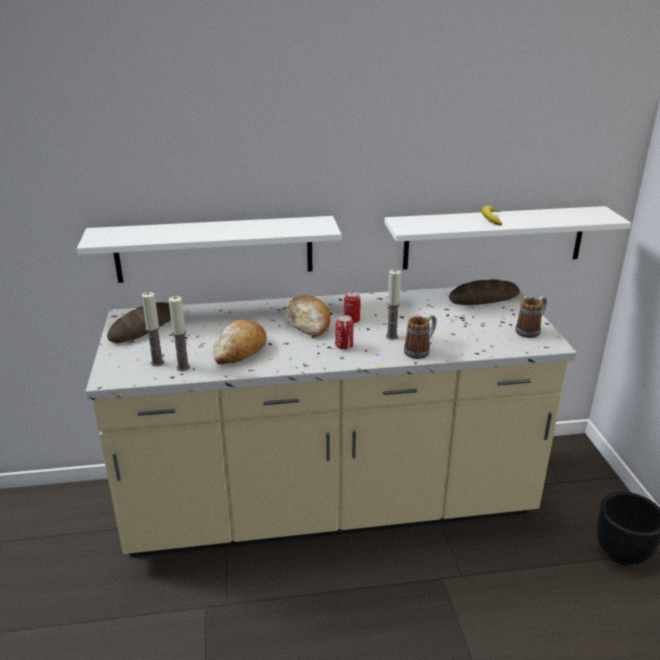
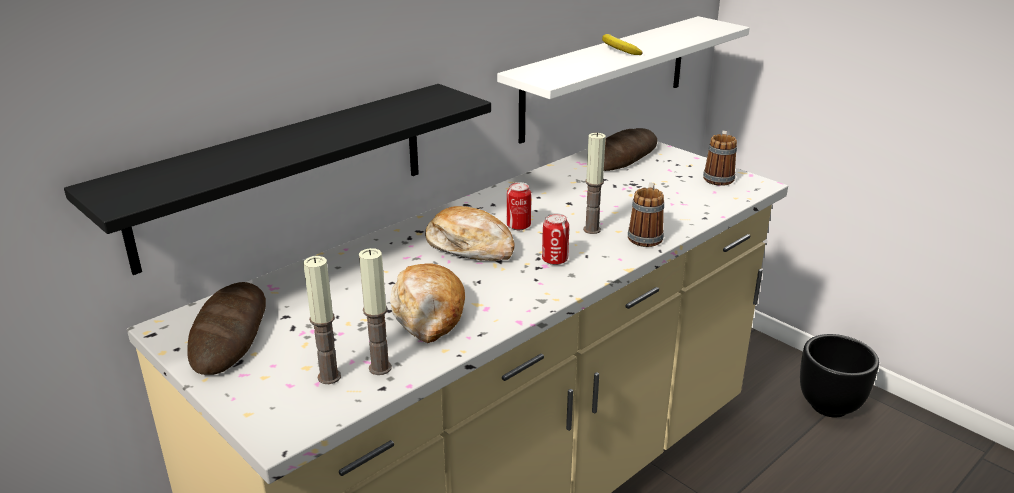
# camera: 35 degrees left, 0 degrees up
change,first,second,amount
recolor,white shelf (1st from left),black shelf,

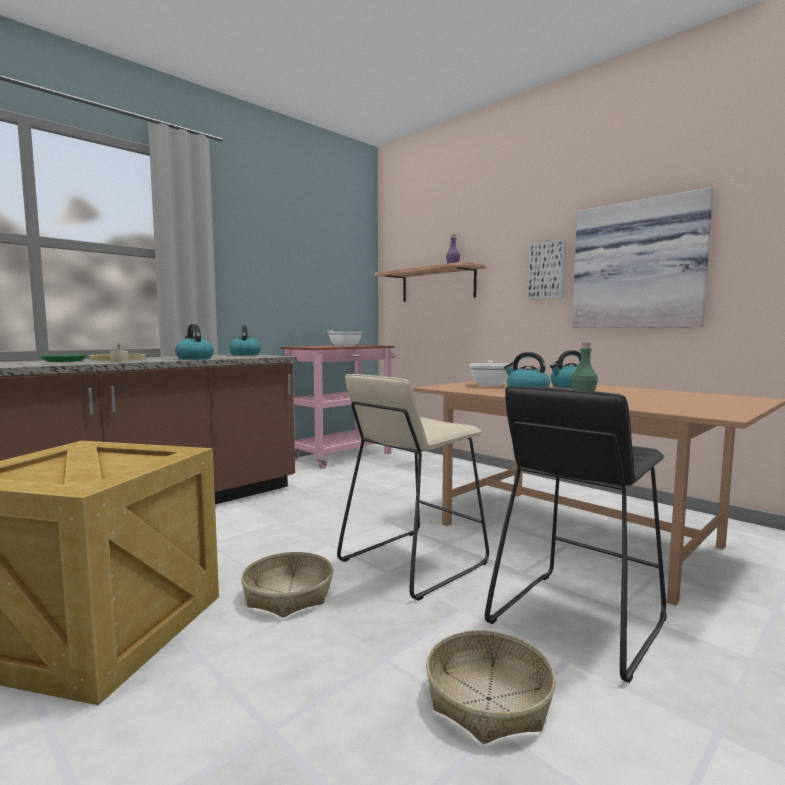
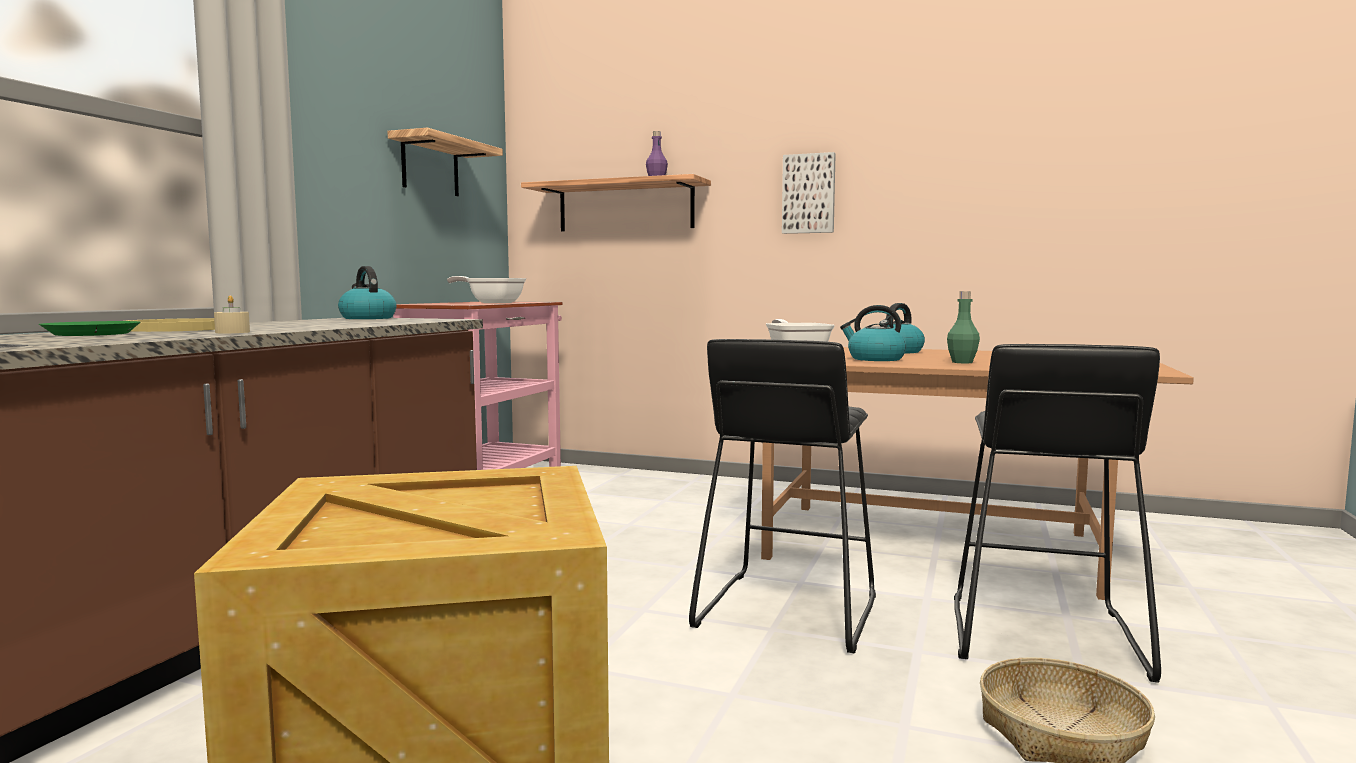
# camera: 25 degrees left, 0 degrees up
change,first,second,amount
insert,,shelf (1st from left),
recolor,beige stool,black stool (1st from left),
delete,kettle (1st from left),,
delete,basket (1st from left),,
delete,picture (2nd from left),,

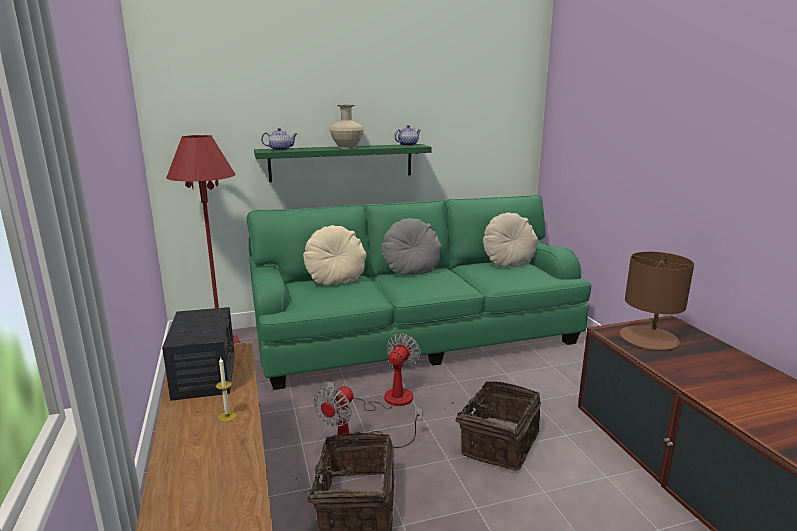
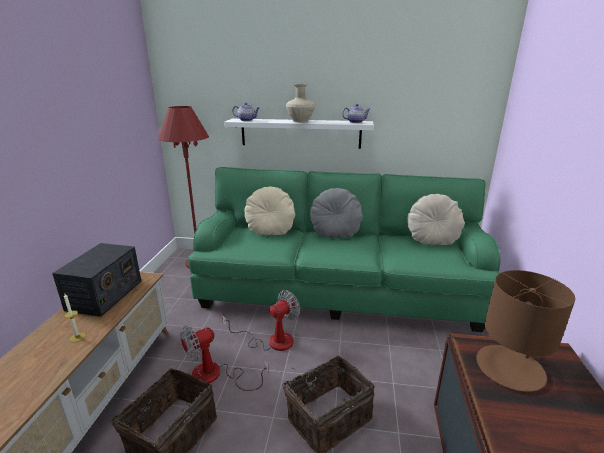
# camera: 25 degrees right, 5 degrees up
change,first,second,amount
recolor,green shelf,white shelf,

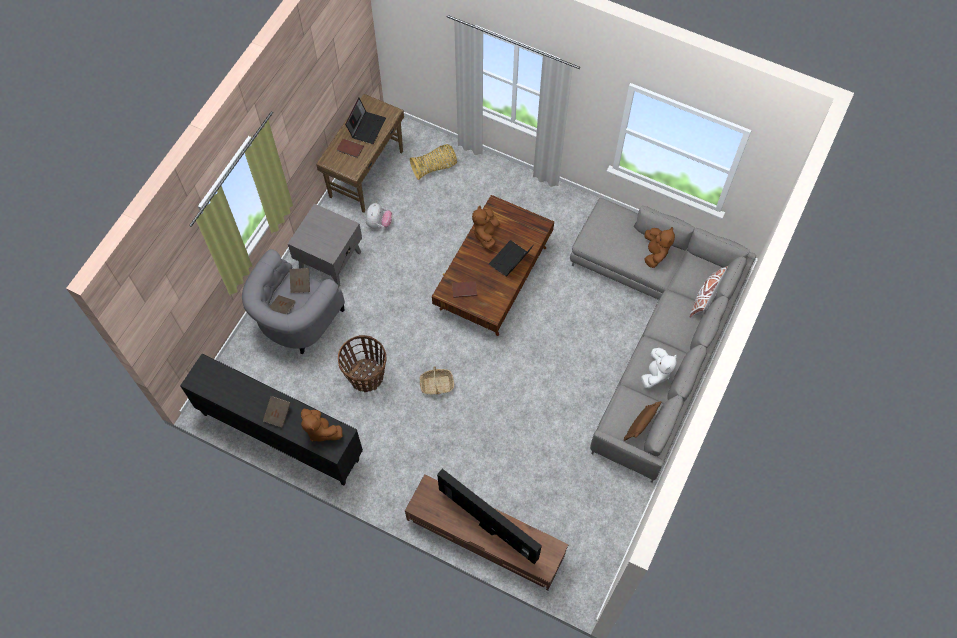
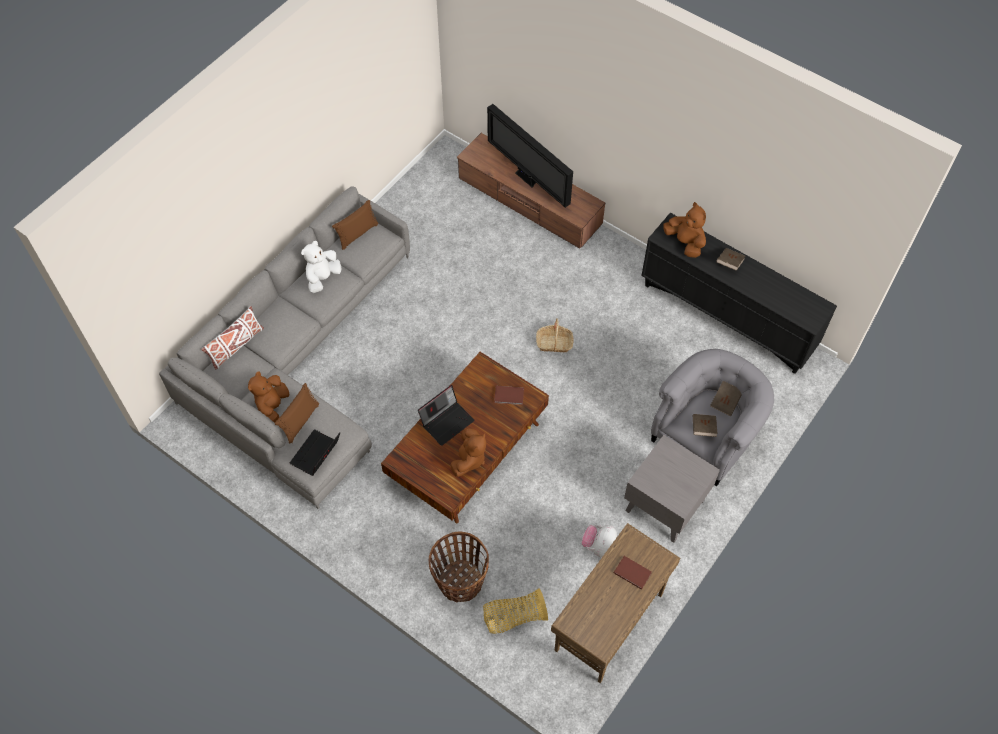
# camera: 170 degrees left, 5 degrees down
change,first,second,amount
insert,,brown pillow (1st from left),
move,laptop (1st from left),,
move,basket (1st from left),,

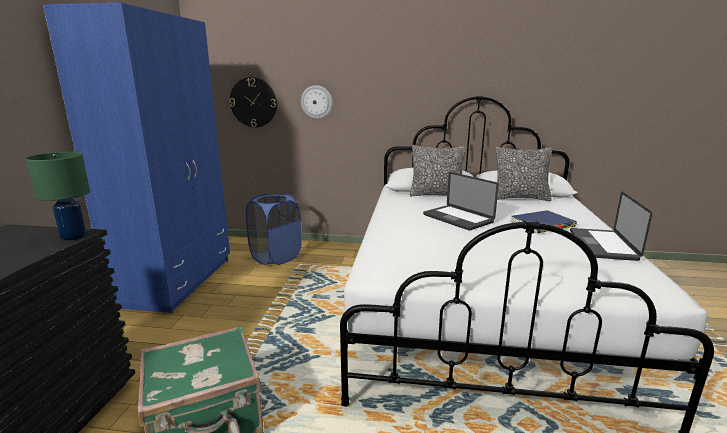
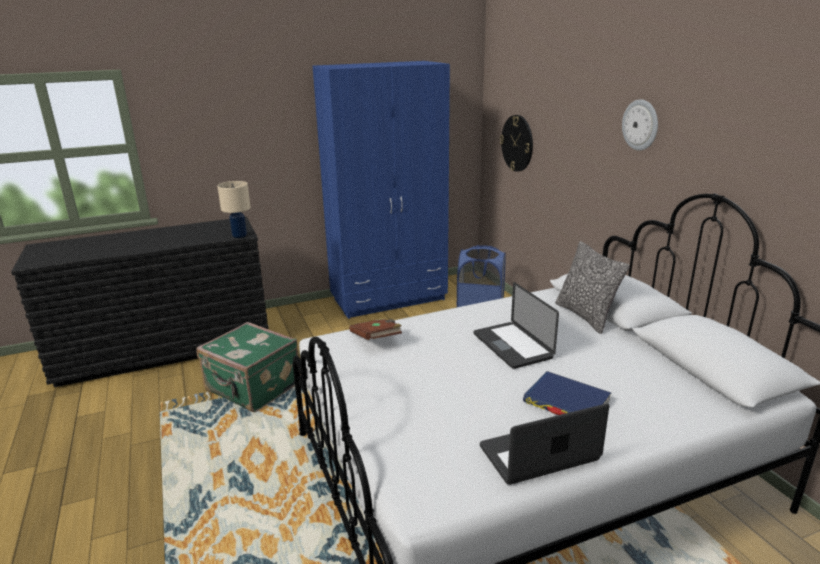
# camera: 60 degrees right, 5 degrees up
change,first,second,amount
recolor,green table lamp,beige table lamp,
insert,,brown book,
rotate,laptop (1st from left),,45 degrees counterclockwise
move,wall clock (2nd from left),,
delete,pillow (2nd from left),,

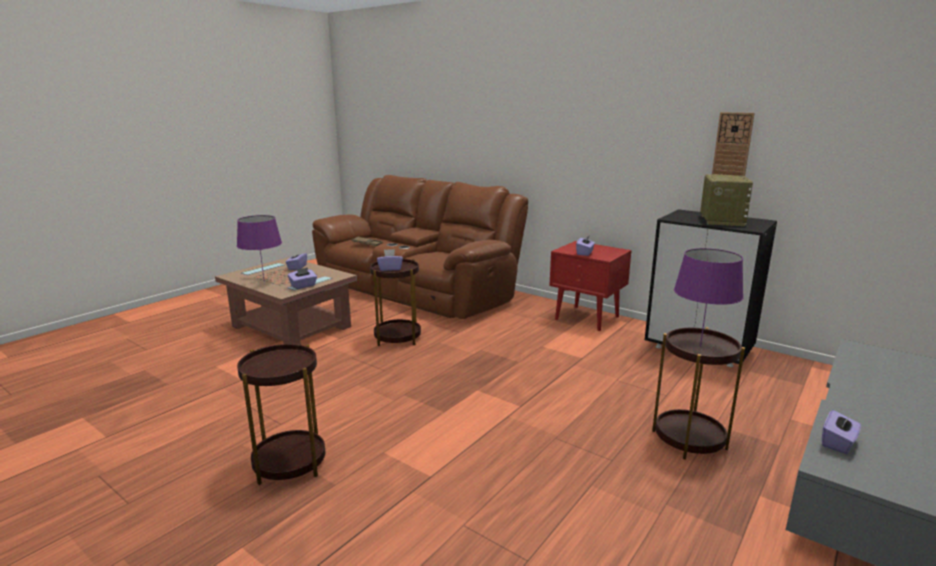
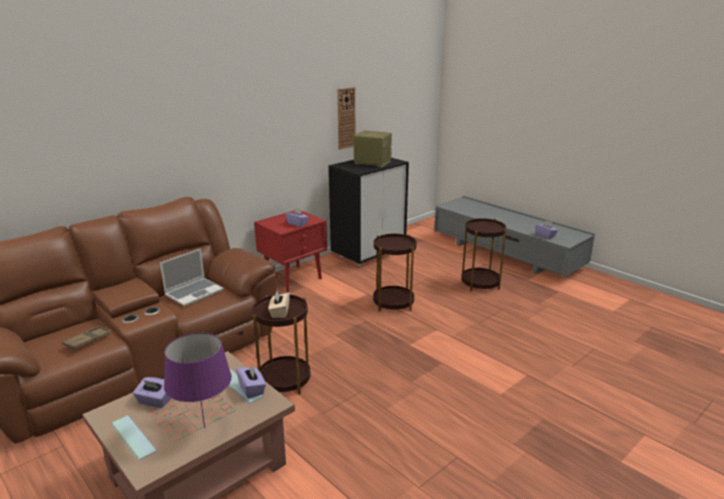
# camera: 80 degrees left, 5 degrees up
change,first,second,amount
insert,,laptop,
recolor,purple tissue box (3rd from left),beige tissue box,
move,brown side table (1st from left in the first image),brown side table (2nd from left),
delete,purple table lamp (2nd from left),,

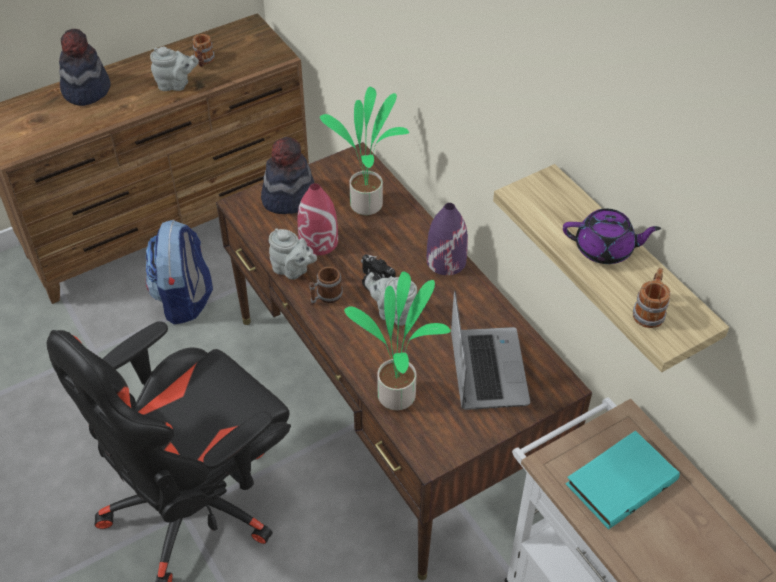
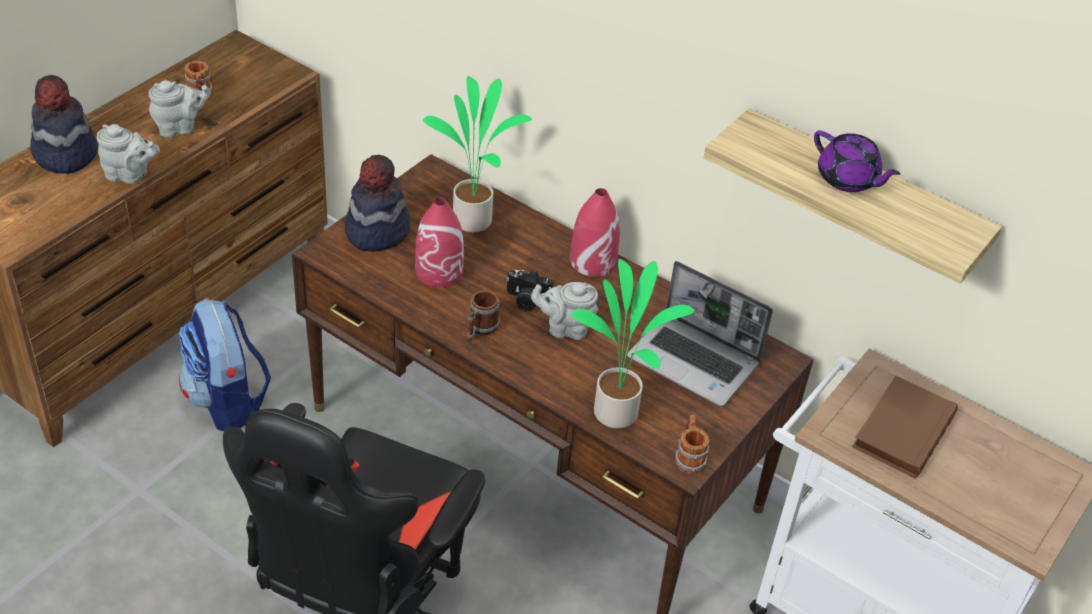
# camera: 25 degrees left, 5 degrees down
change,first,second,amount
move,grey teapot (2nd from left in the first image),grey teapot (1st from left),
recolor,purple vase,red vase (2nd from left),
rotate,laptop,,150 degrees clockwise
move,mug (3rd from left),,
rotate,purple teapot,,60 degrees clockwise
recolor,turquoise book,brown book,

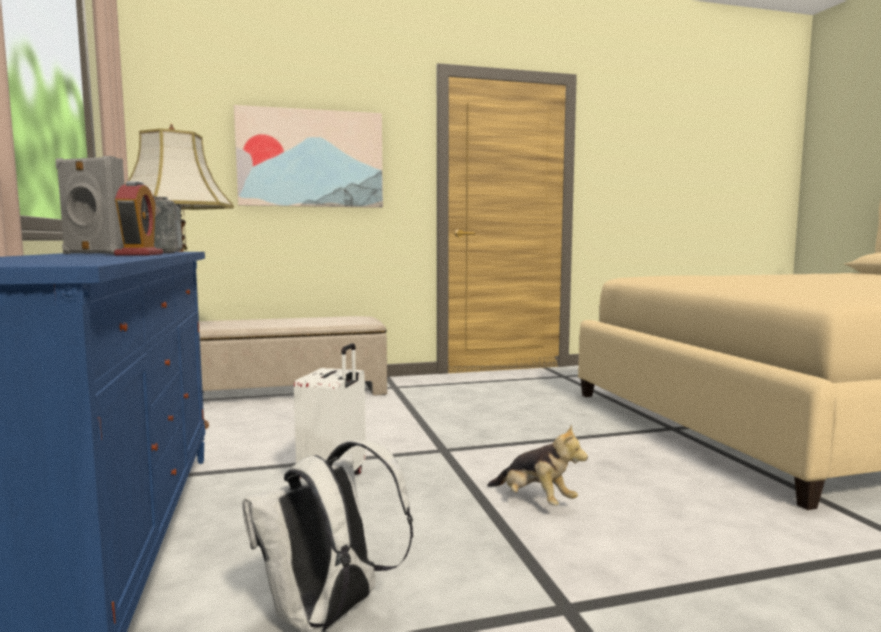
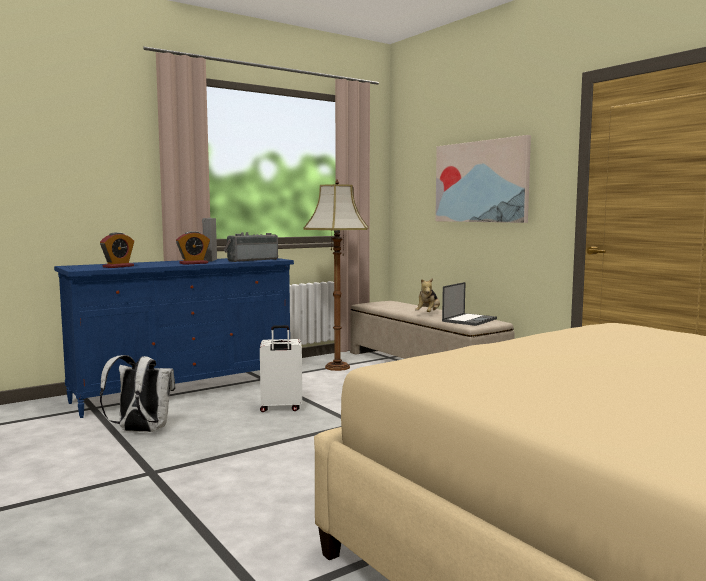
# camera: 70 degrees right, 0 degrees up
change,first,second,amount
insert,,alarm clock (1st from left),
move,plush toy,,
insert,,laptop,

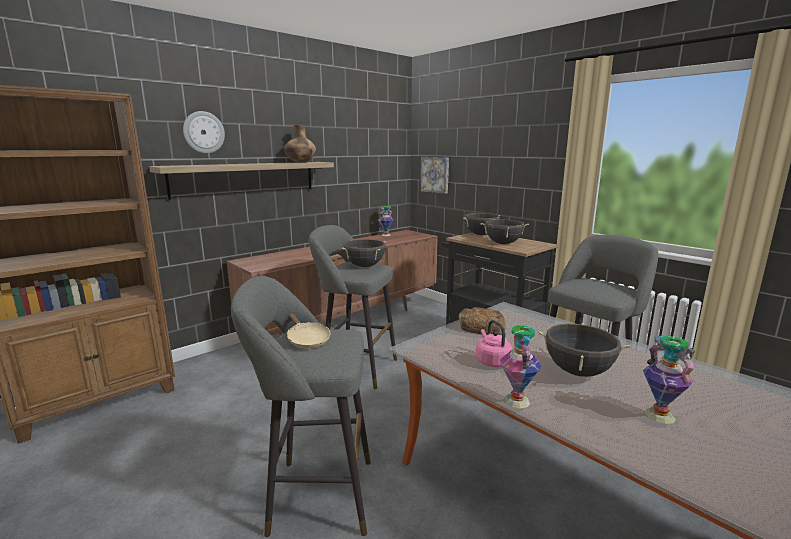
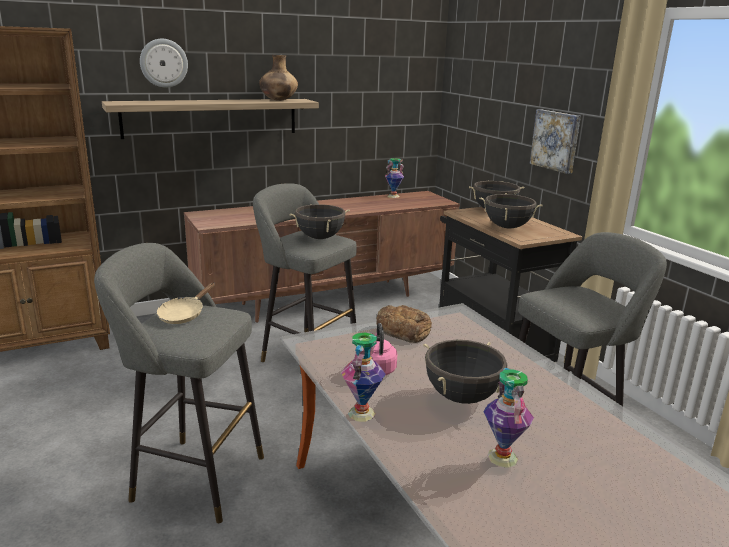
# camera: 15 degrees right, 5 degrees up
change,first,second,amount
rotate,beige frying pan,,45 degrees clockwise
move,picture,,

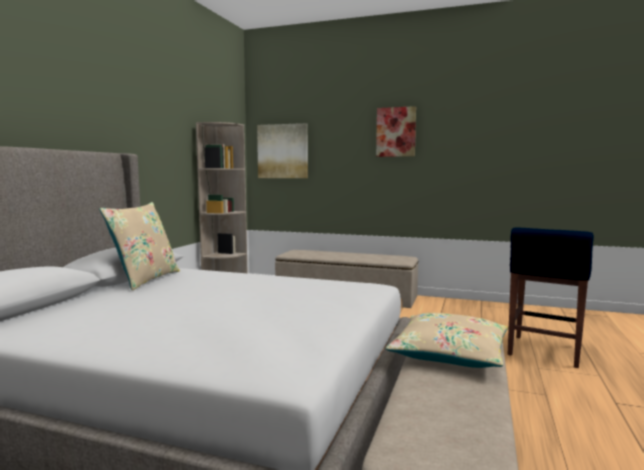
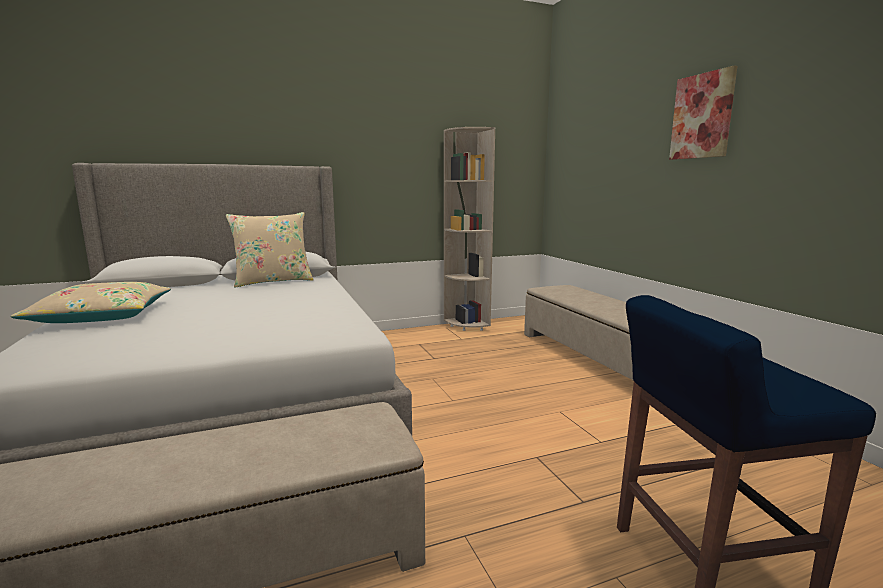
# camera: 50 degrees right, 5 degrees up
change,first,second,amount
move,beige pillow (2nd from left in the first image),beige pillow (1st from left),
delete,picture (1st from left),,

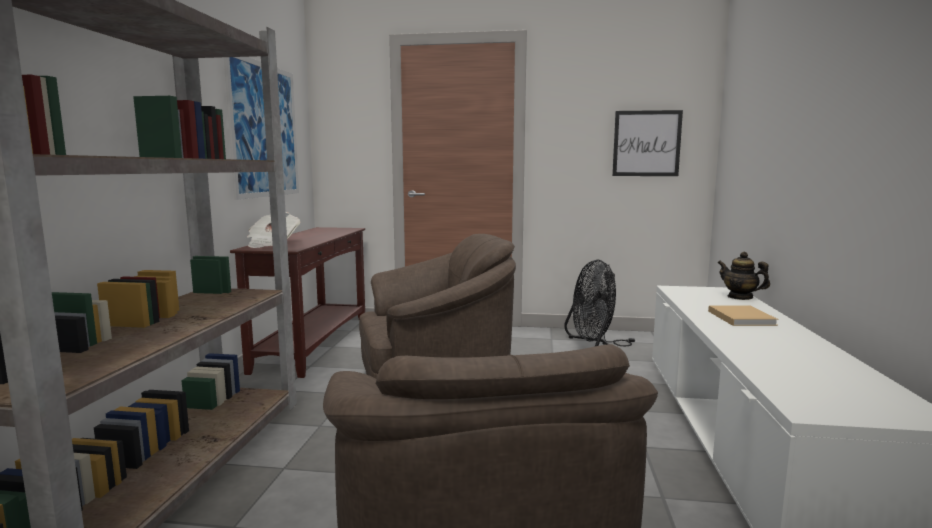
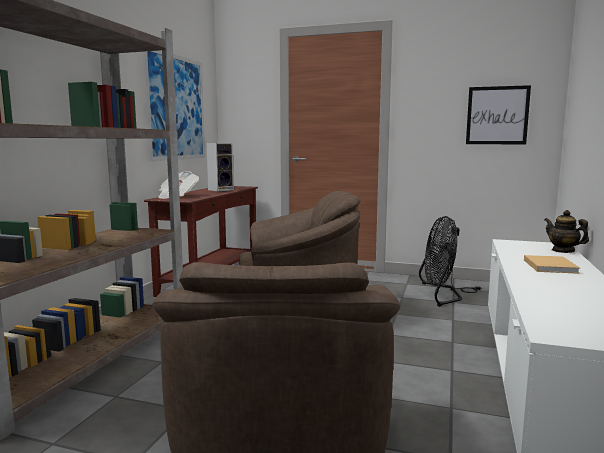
# camera: 10 degrees right, 0 degrees up
change,first,second,amount
insert,,speaker,

